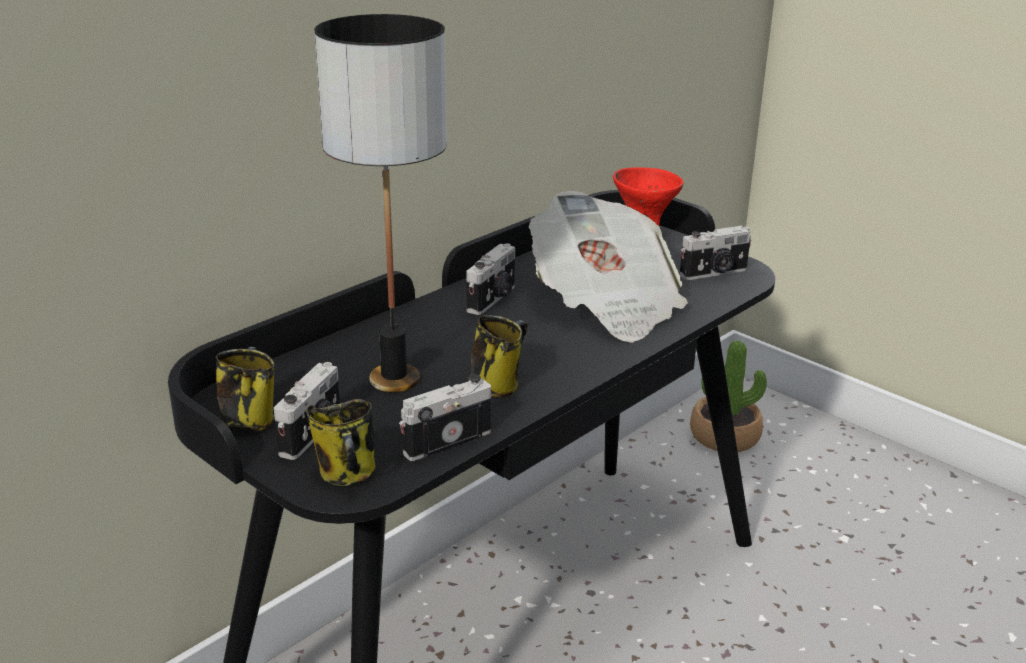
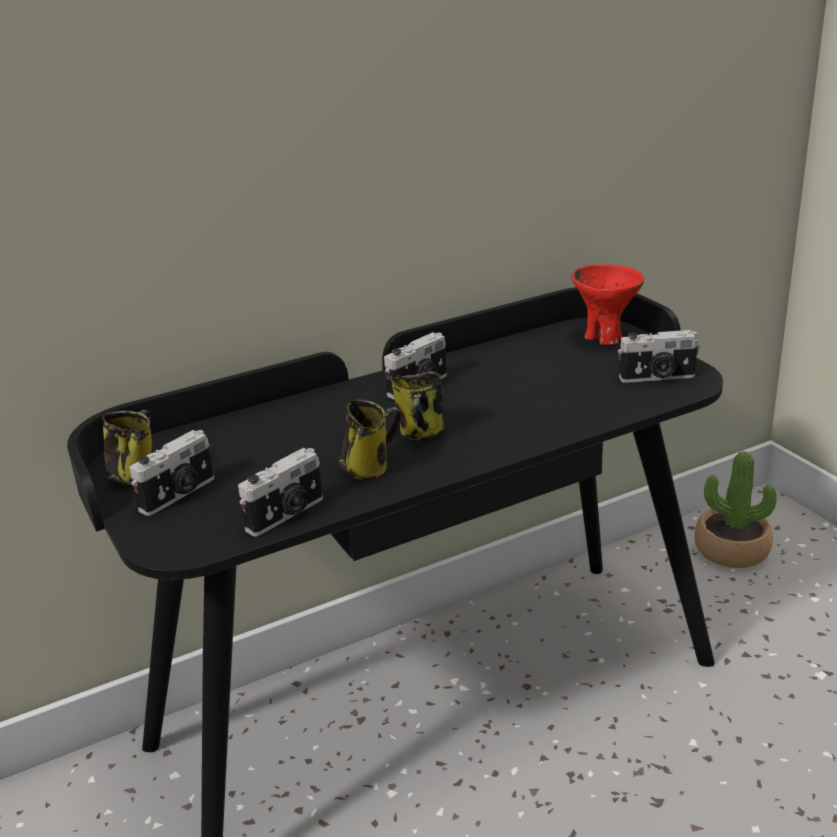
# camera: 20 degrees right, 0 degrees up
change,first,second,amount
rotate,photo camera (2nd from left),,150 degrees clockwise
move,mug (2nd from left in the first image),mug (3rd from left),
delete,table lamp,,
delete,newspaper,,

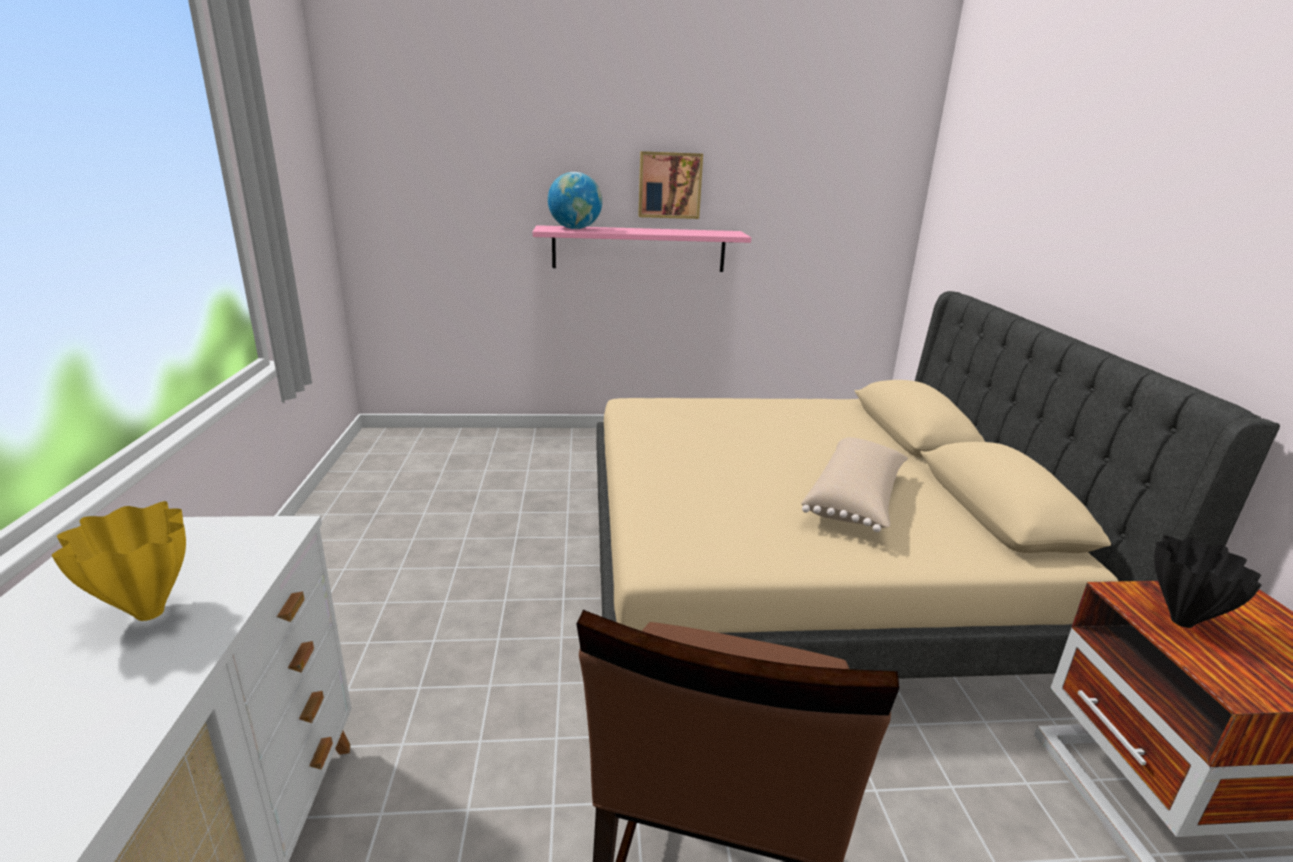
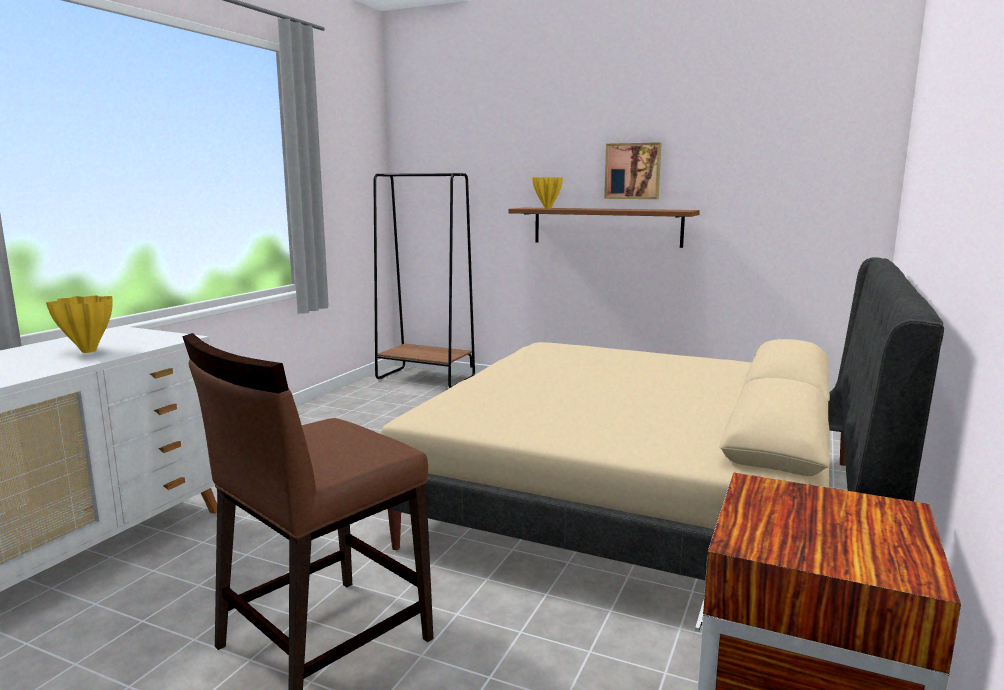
# camera: 30 degrees right, 10 degrees down
change,first,second,amount
insert,,clothes rack,
recolor,pink shelf,brown shelf,
replace,globe,yellow vase (2nd from left),
delete,beige pillow,,
delete,black vase,,

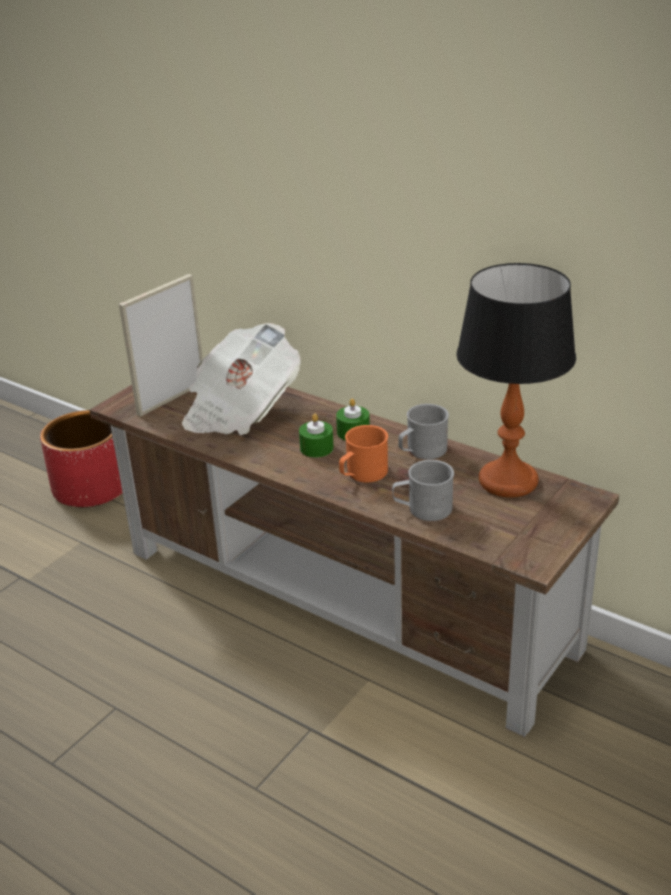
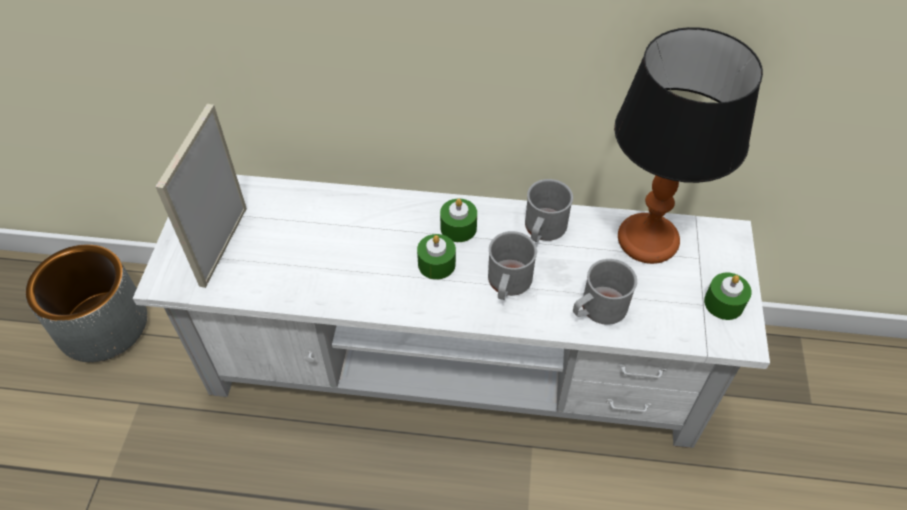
# camera: 30 degrees left, 20 degrees up
change,first,second,amount
recolor,red planter,grey planter,
recolor,brown tv stand,white tv stand,
recolor,orange mug,grey mug (1st from left),
insert,,green candle (3rd from left),
delete,newspaper,,

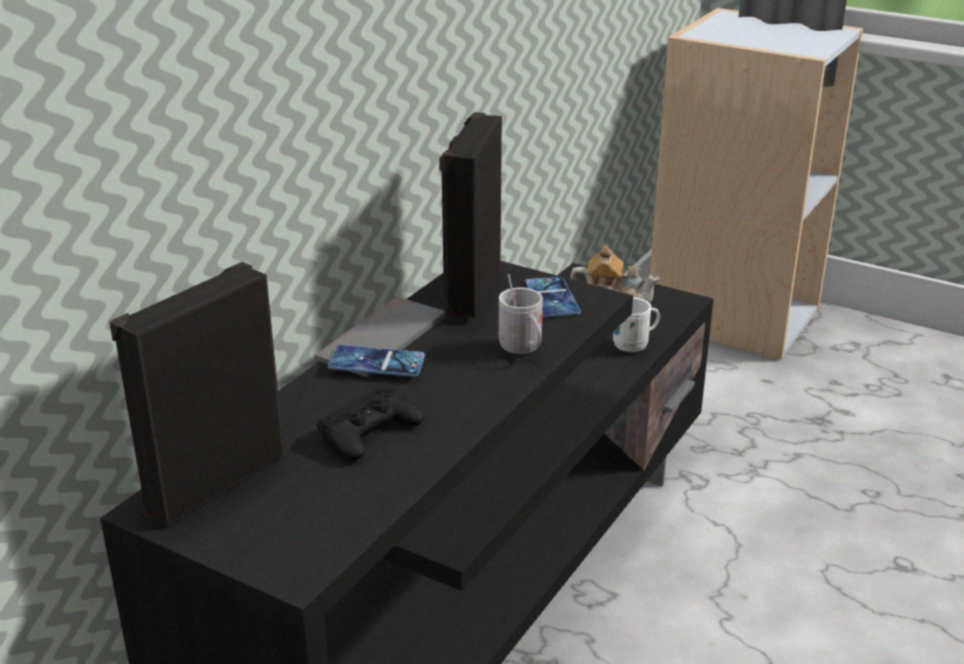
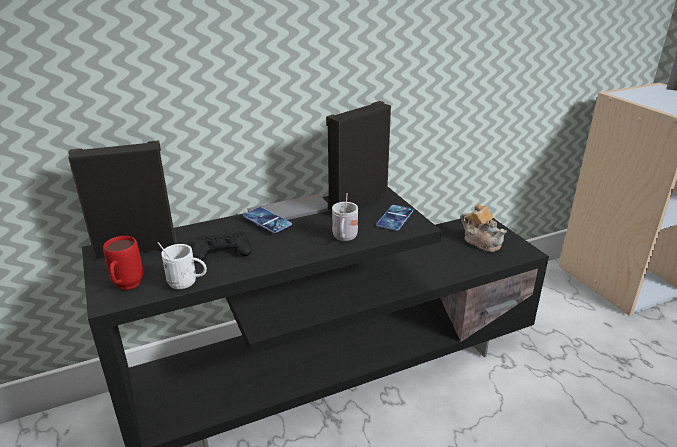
# camera: 35 degrees right, 0 degrees up
change,first,second,amount
insert,,red mug,
move,white mug (2nd from left in the first image),white mug (1st from left),

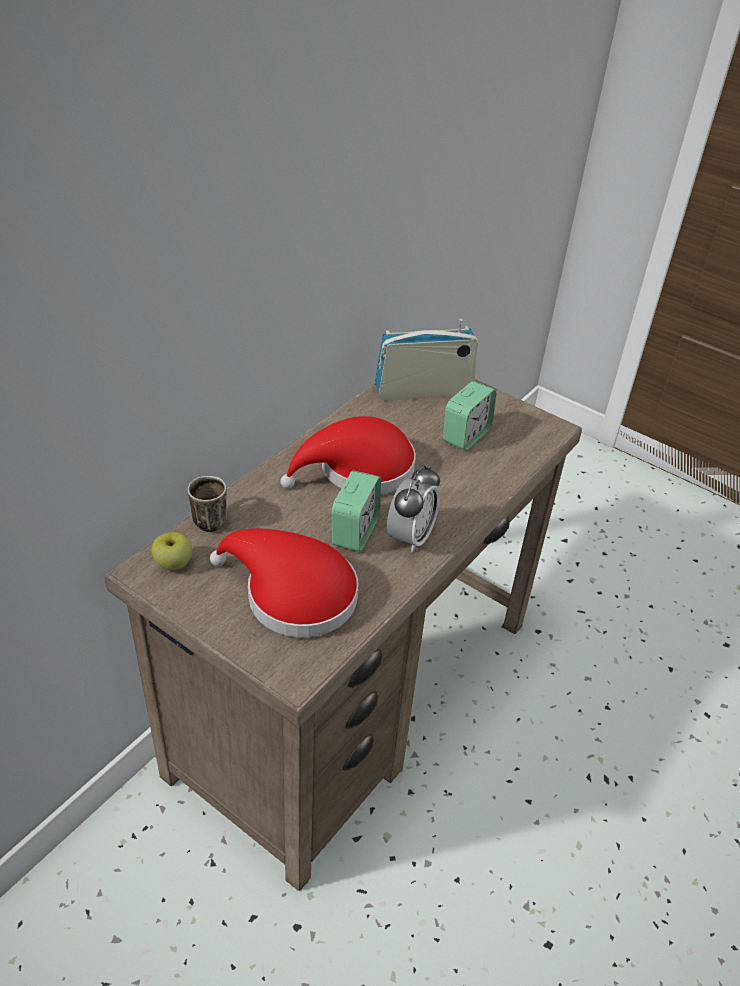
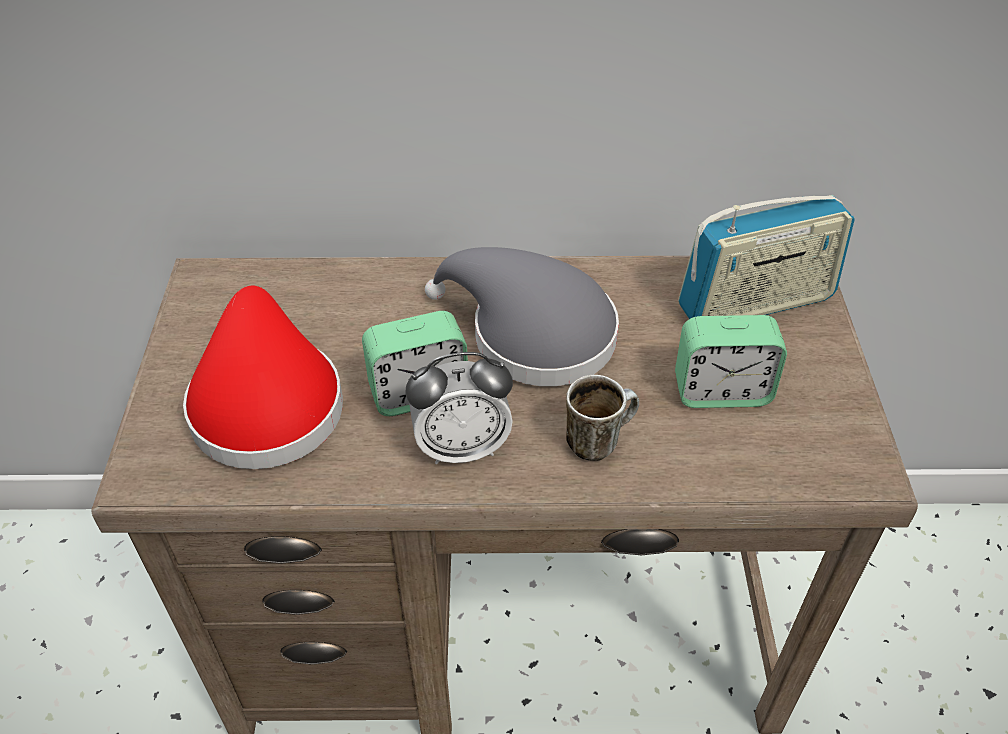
# camera: 55 degrees right, 5 degrees up
change,first,second,amount
recolor,red hat (2nd from left),grey hat,
move,mug,,
rotate,radio,,120 degrees clockwise
delete,apple,,

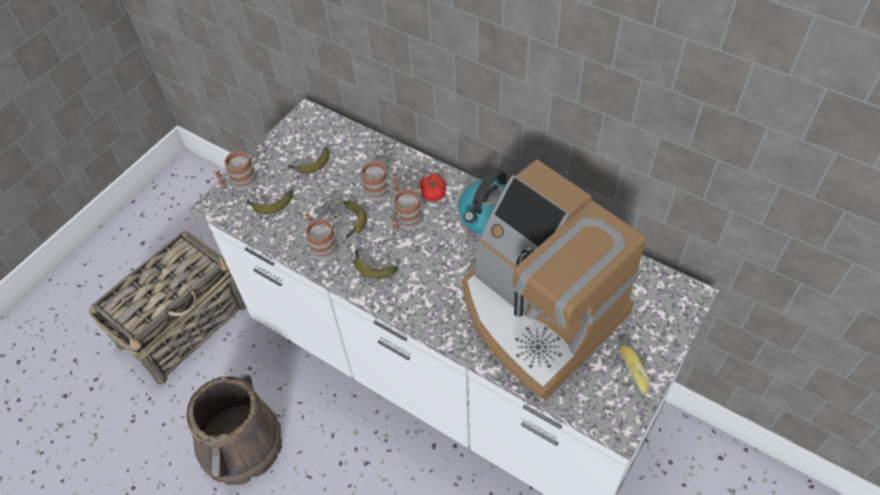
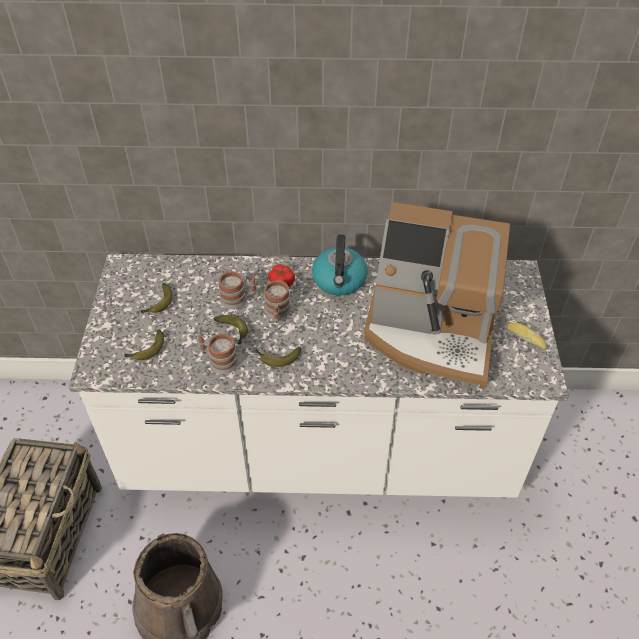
# camera: 35 degrees left, 5 degrees down
change,first,second,amount
delete,mug (1st from left),,

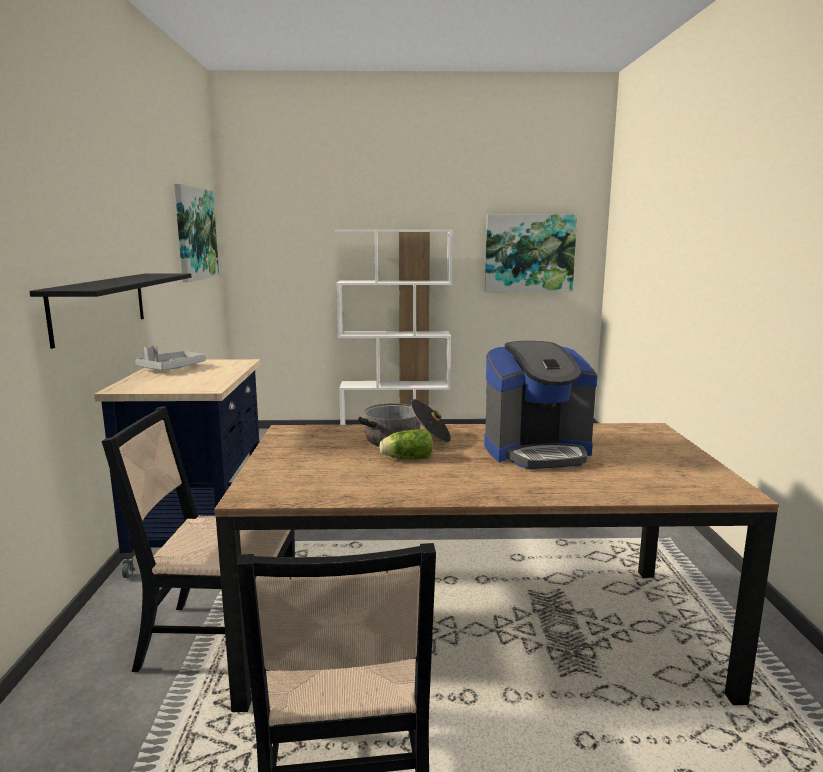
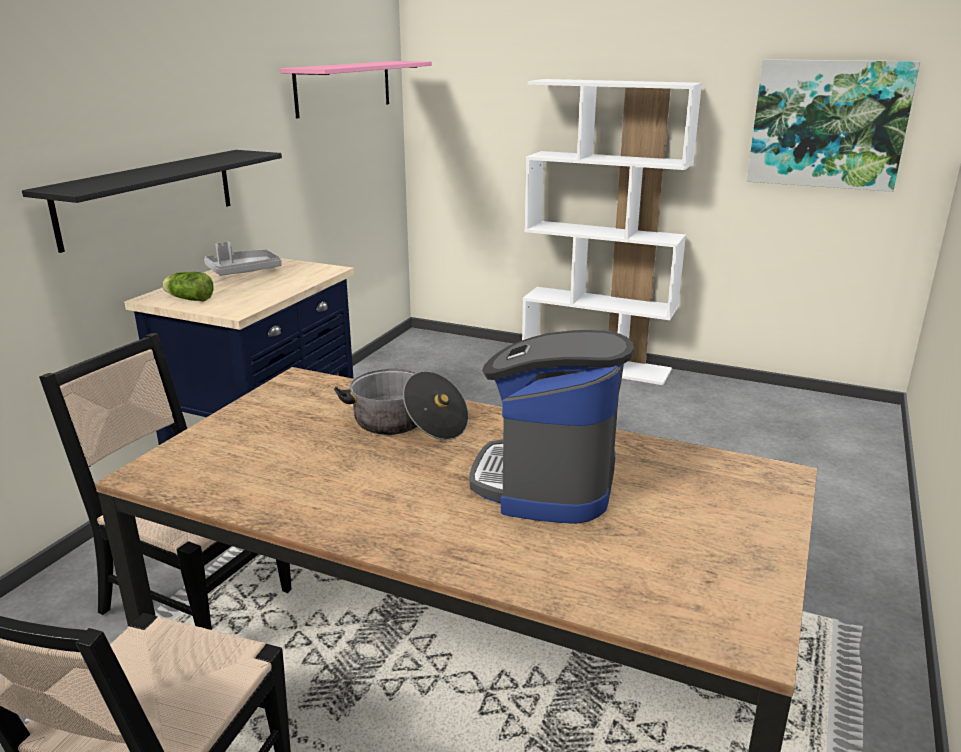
# camera: 25 degrees right, 10 degrees up
change,first,second,amount
move,lettuce,,
replace,picture (1st from left),pink shelf,
rotate,coffee machine,,90 degrees clockwise

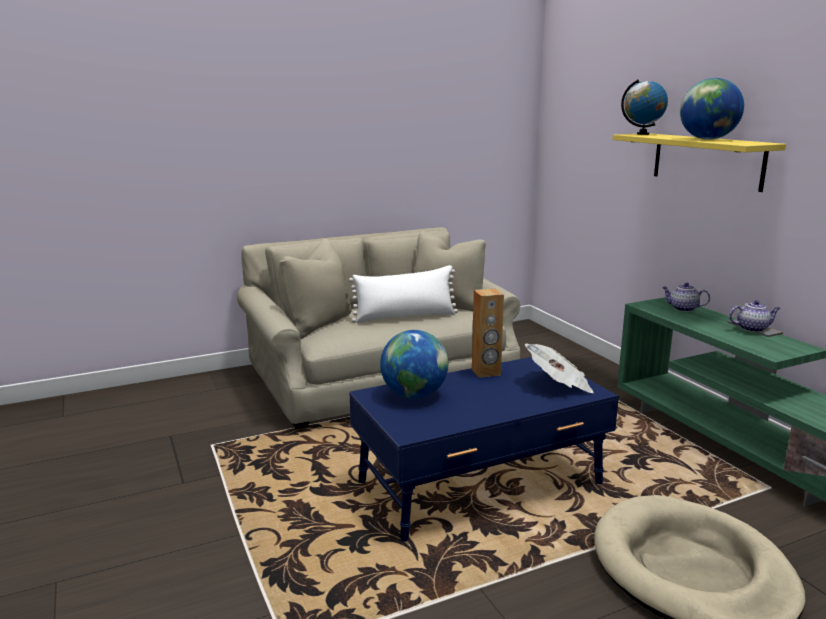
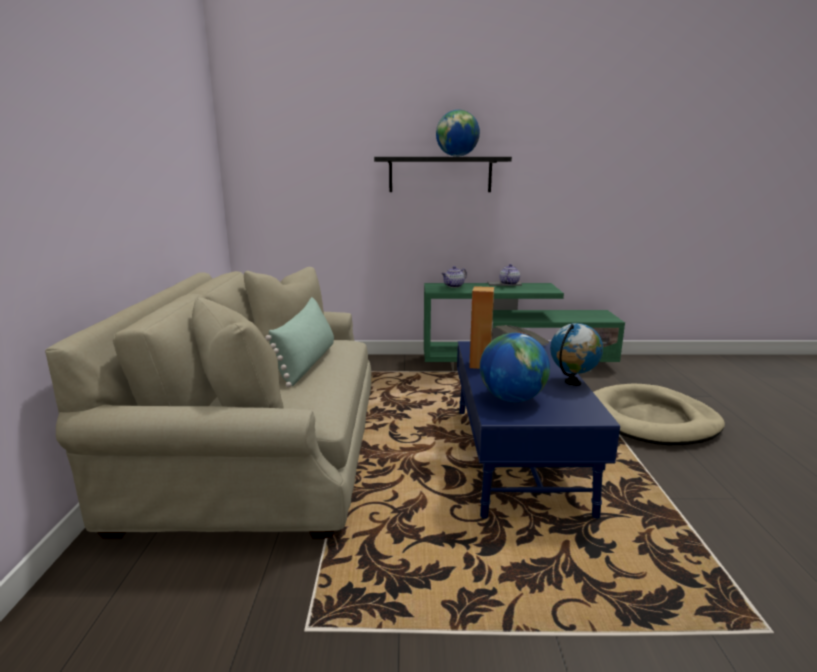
# camera: 65 degrees left, 0 degrees up
change,first,second,amount
recolor,white pillow,green pillow,
recolor,yellow shelf,black shelf,
move,globe (2nd from left in the first image),globe (3rd from left),

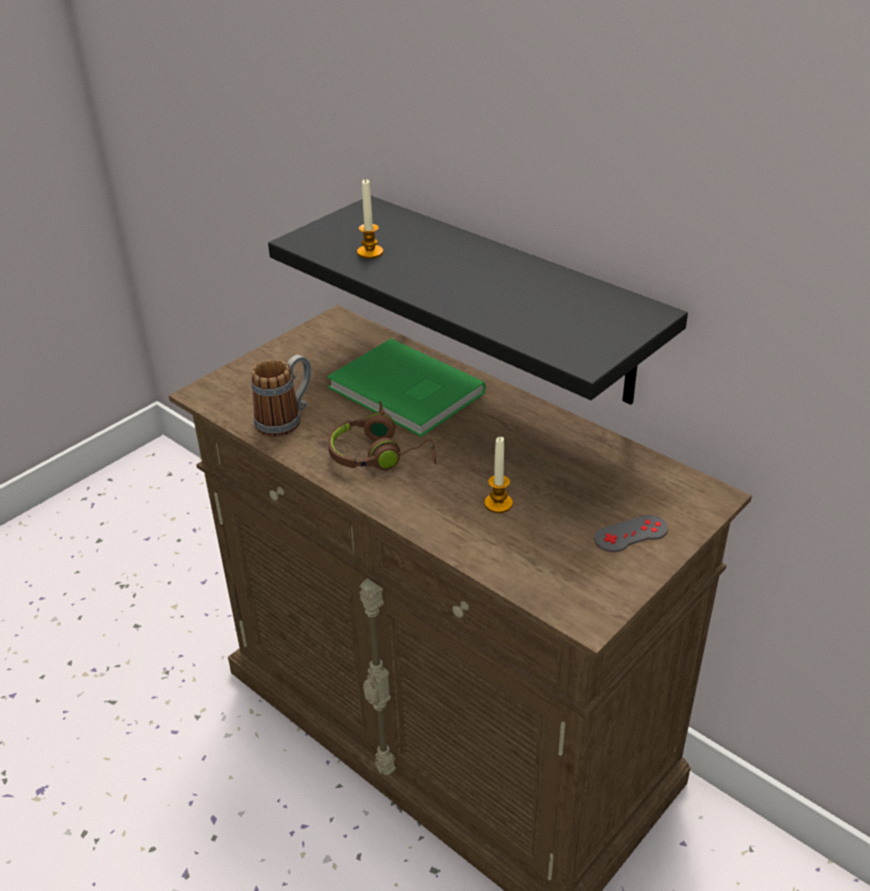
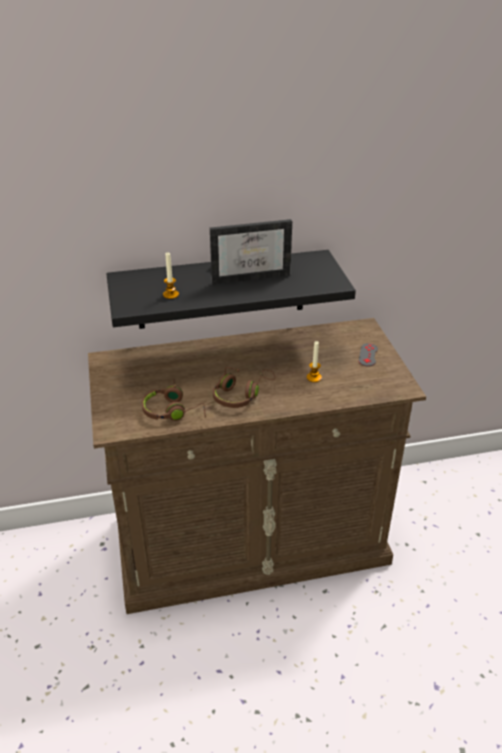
# camera: 55 degrees left, 0 degrees up
change,first,second,amount
replace,mug,brown headphones (1st from left),
insert,,picture frame,
delete,green book,,

